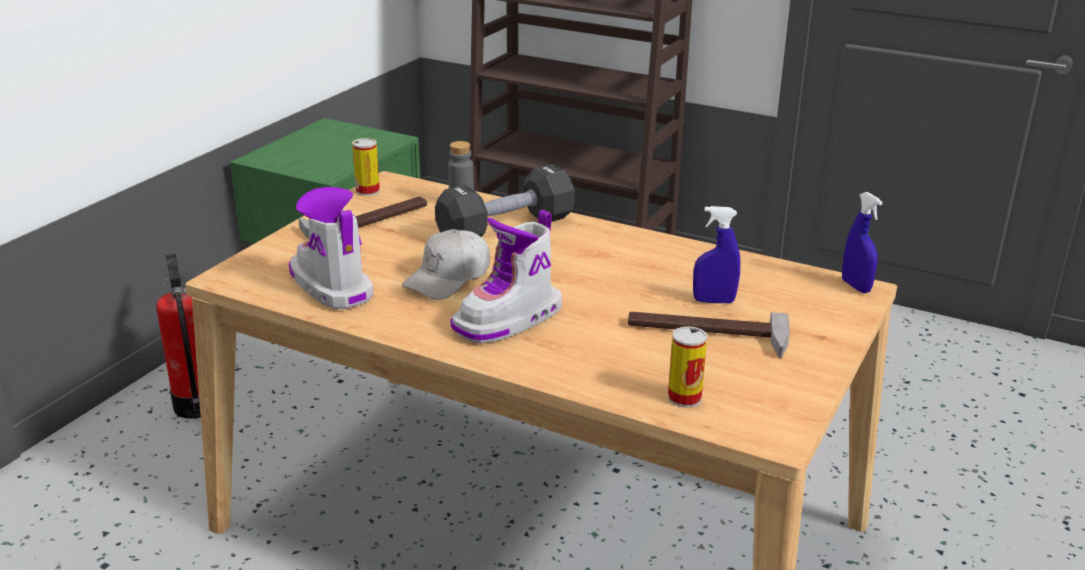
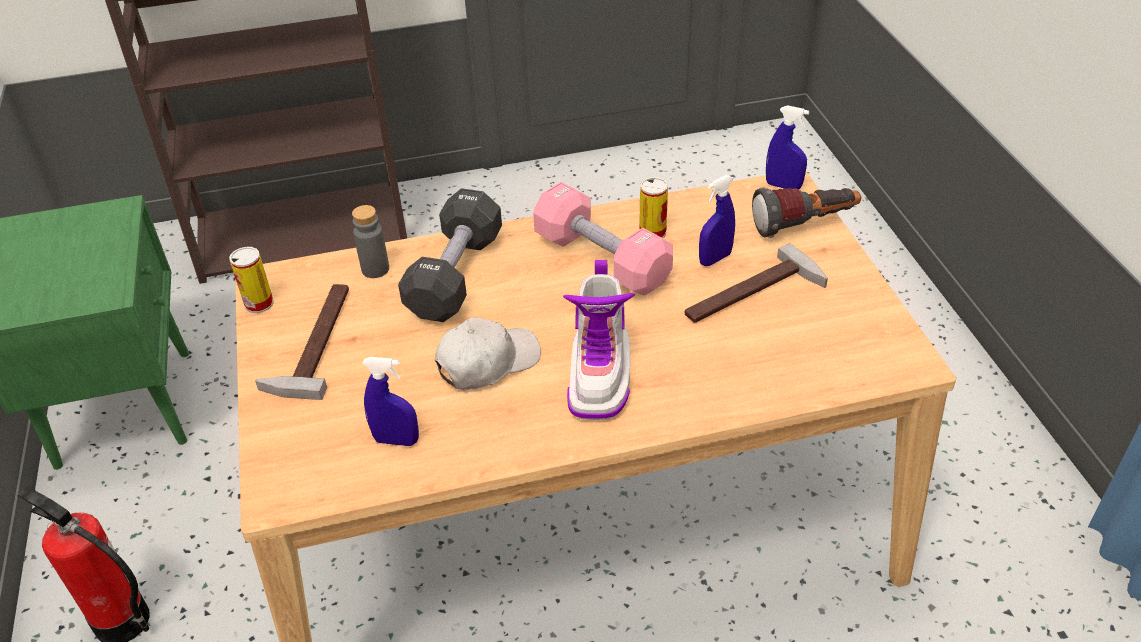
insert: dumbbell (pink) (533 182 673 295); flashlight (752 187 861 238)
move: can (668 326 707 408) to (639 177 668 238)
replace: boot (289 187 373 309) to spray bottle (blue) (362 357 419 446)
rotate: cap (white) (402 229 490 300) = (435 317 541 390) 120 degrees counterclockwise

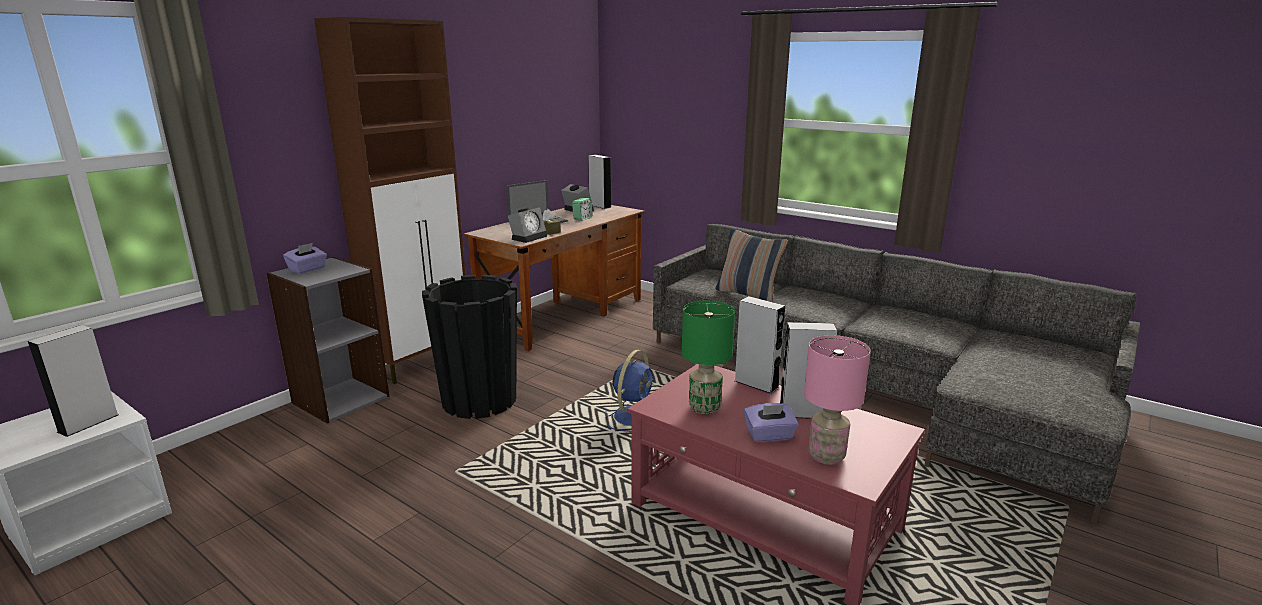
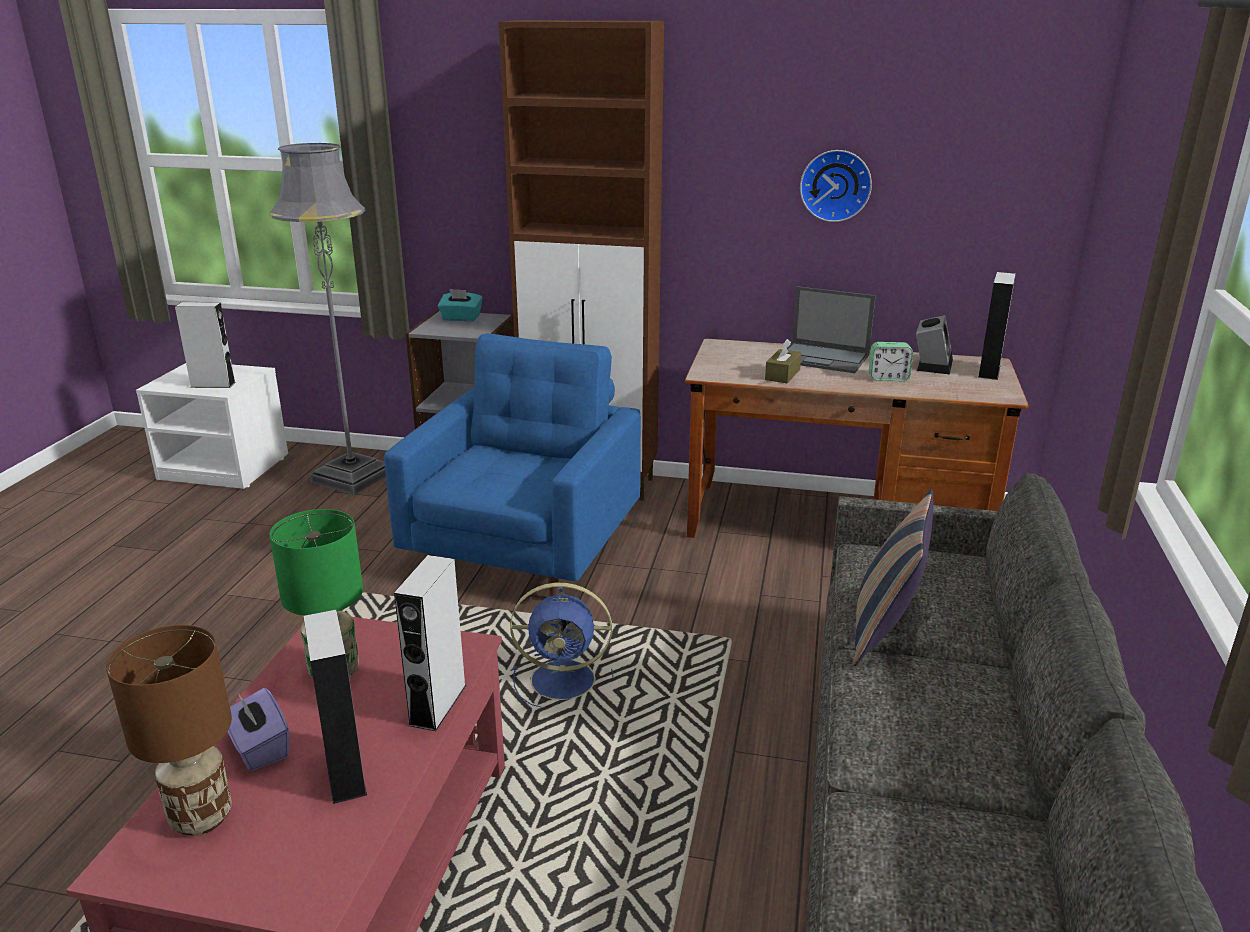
delete: alarm clock (508 207 547 243)
insert: floor lamp (grey) (269 143 386 495); wall clock (800 150 872 222)
replace: planter (black) (422 275 517 419) to armchair (blue) (384 333 641 596)
recolor: tissue box (purple) (283 243 327 274) to tissue box (turquoise) (438 289 483 322); table lamp (pink) (804 335 871 465) to table lamp (brown) (106 625 232 836)

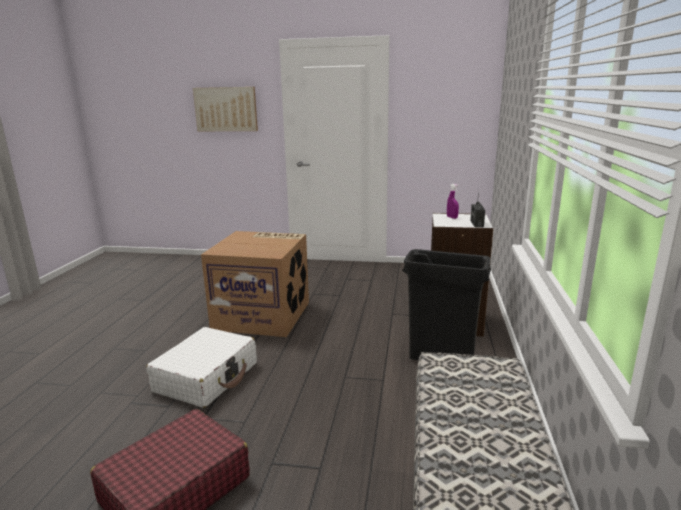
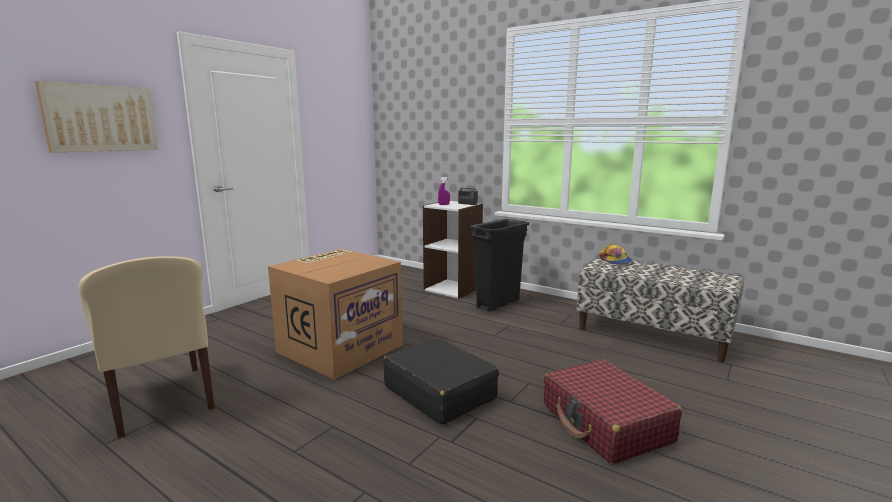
insert: cap (599 244 633 264); chair (beige) (79 256 215 438)
recolor: suitcase (white) (146 327 257 408) to suitcase (black) (383 338 499 425)

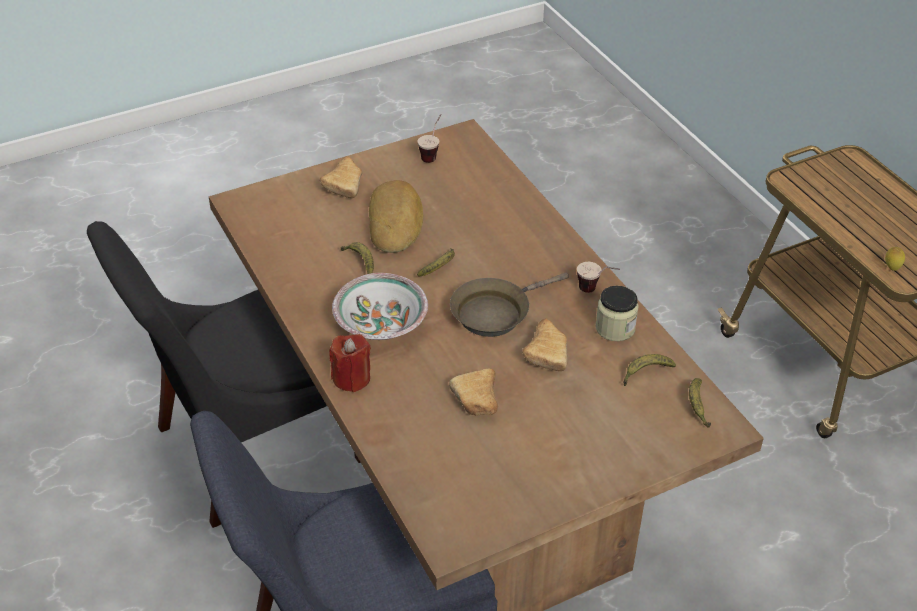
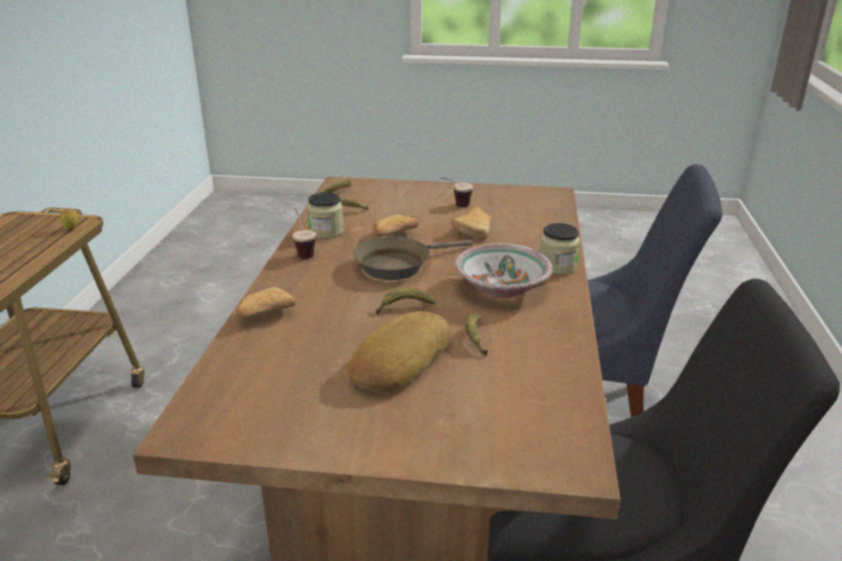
move: cup (417 114 442 163) to (440 177 473 207); bread (320 156 362 198) to (236 287 296 318)
replace: candle (red) (329 334 371 392) to jar (540 223 580 275)
rotate: frying pan (brown) (450 272 569 337) = (353 237 473 280) 150 degrees clockwise

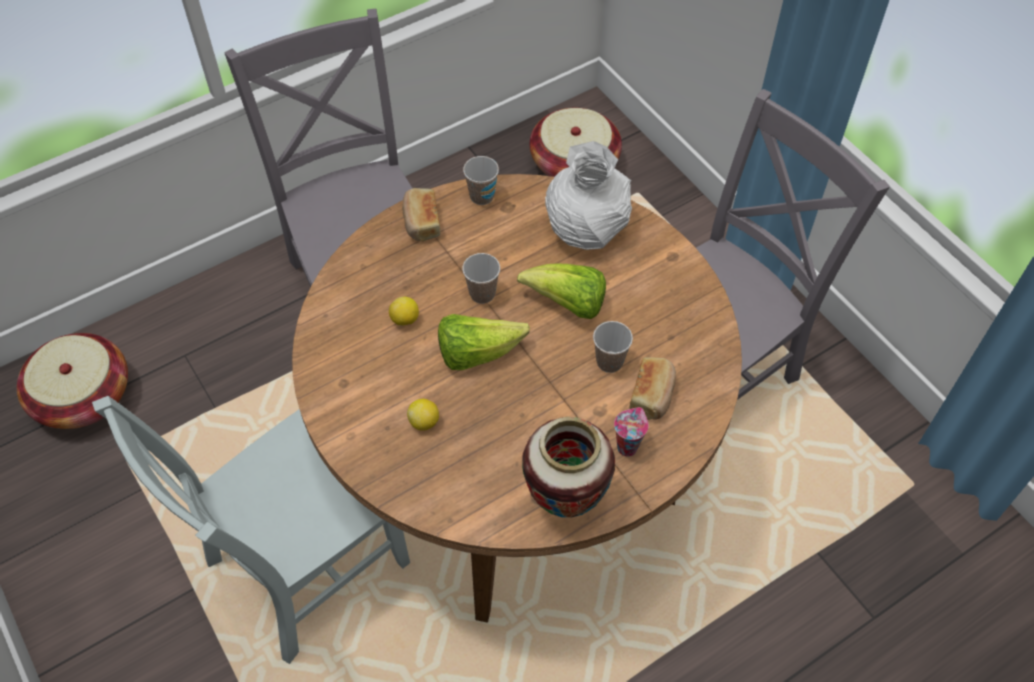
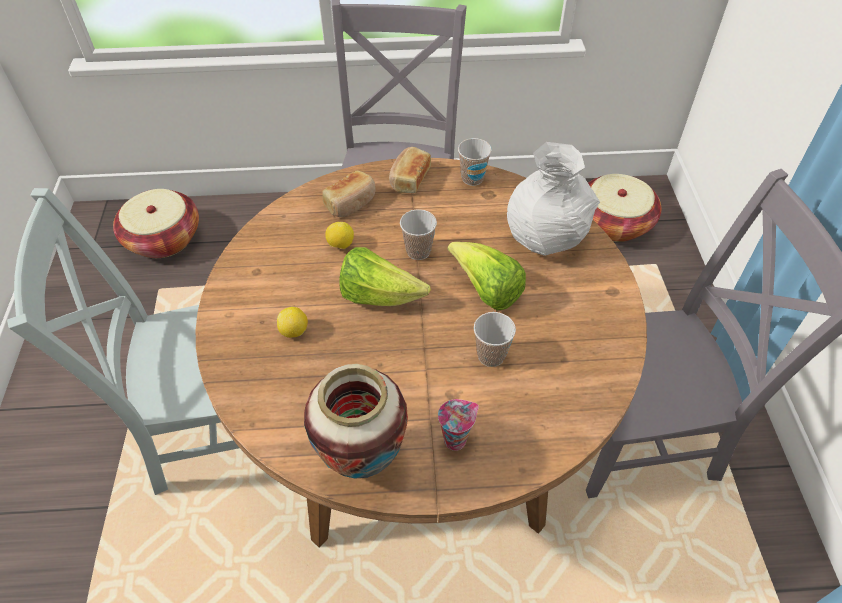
move: bread (630 357 676 420) to (322 171 375 217)

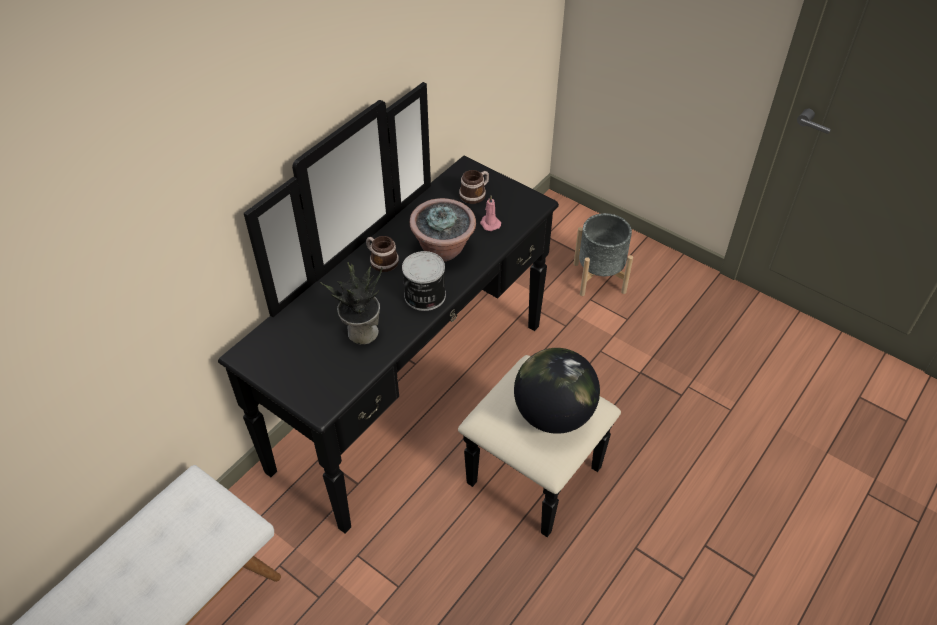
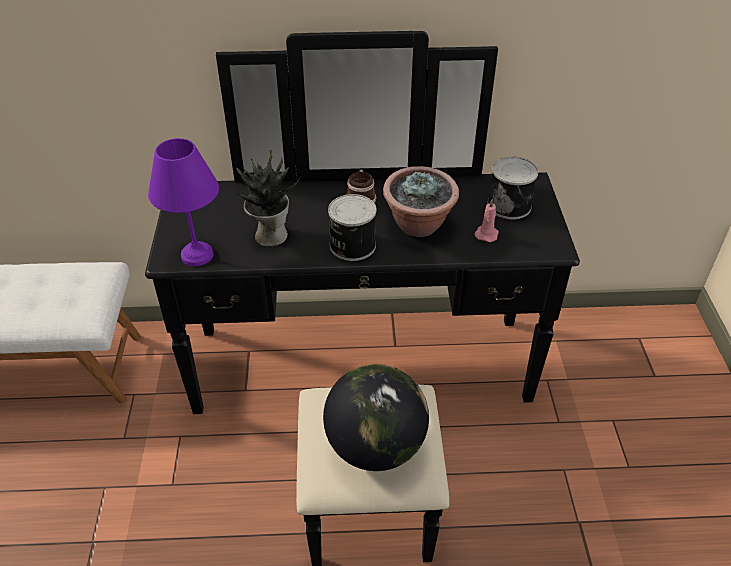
delete: planter (grey) (574 213 633 296)
insert: table lamp (purple) (148 138 219 266)
replace: mug (459 170 489 204) to can (487 157 538 219)

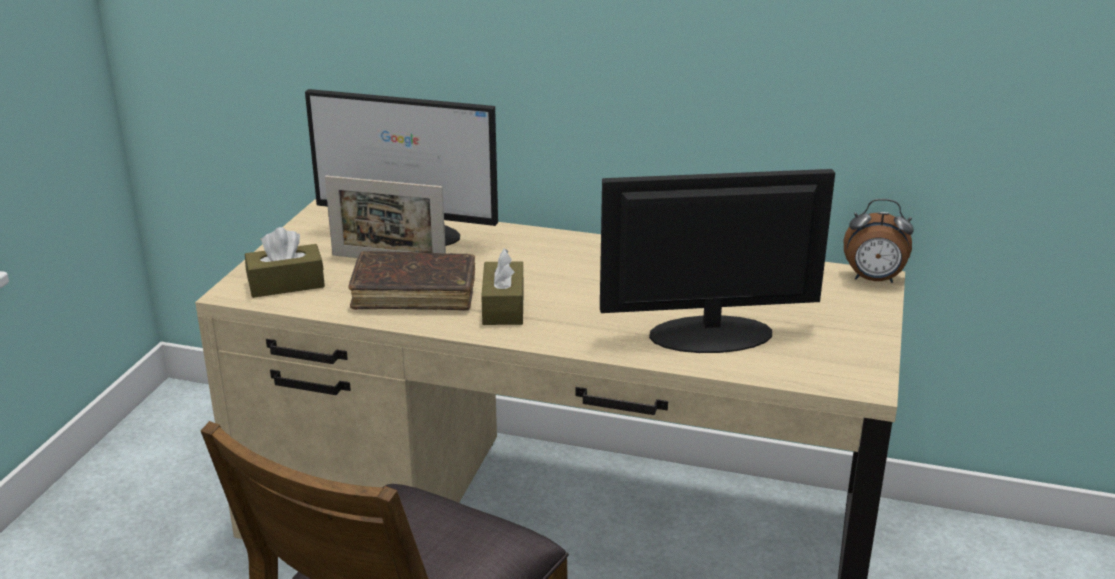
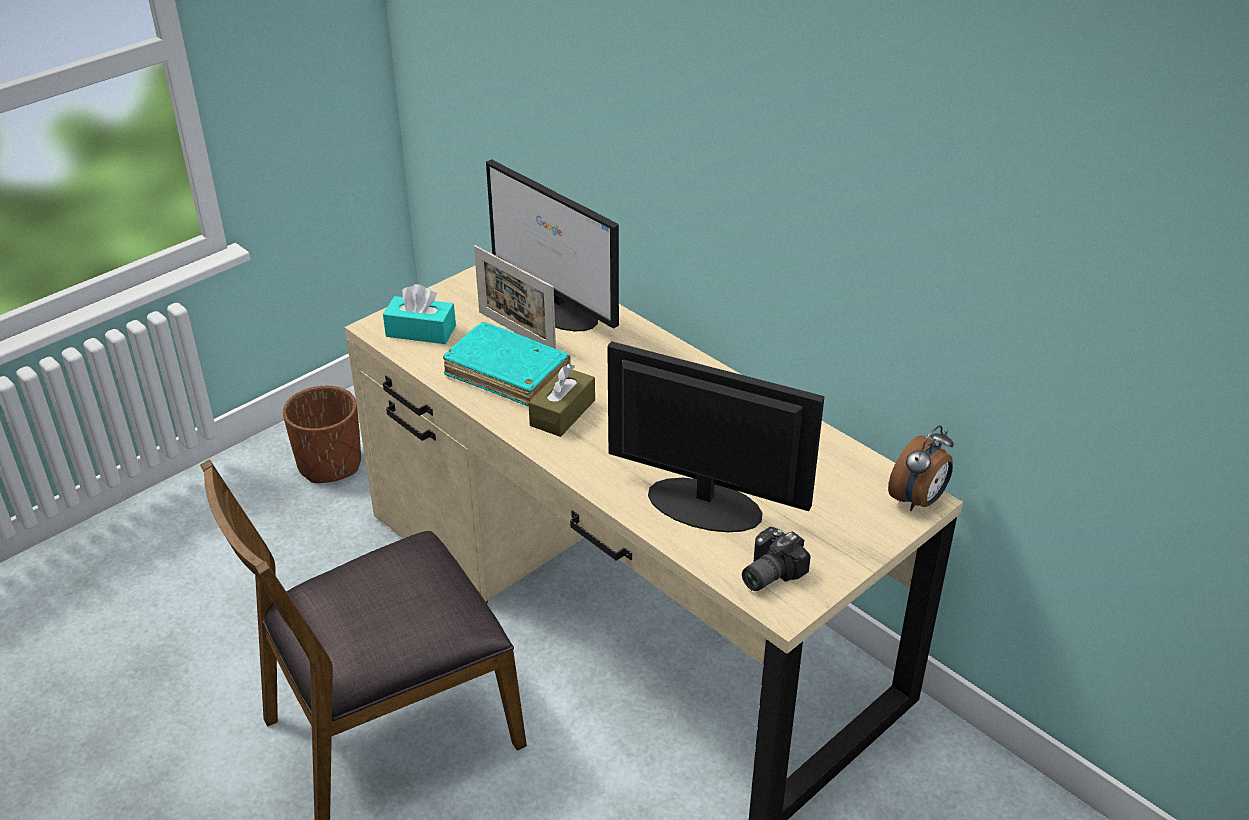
insert: planter (brown) (283 386 361 483); photo camera (742 527 811 591)
recolor: tissue box (brown) (245 227 325 298) to tissue box (turquoise) (383 284 456 344); book (brown) (348 251 475 310) to book (turquoise) (443 322 570 406)
rotate: alarm clock (844 199 914 283) = (888 426 954 511) 90 degrees counterclockwise

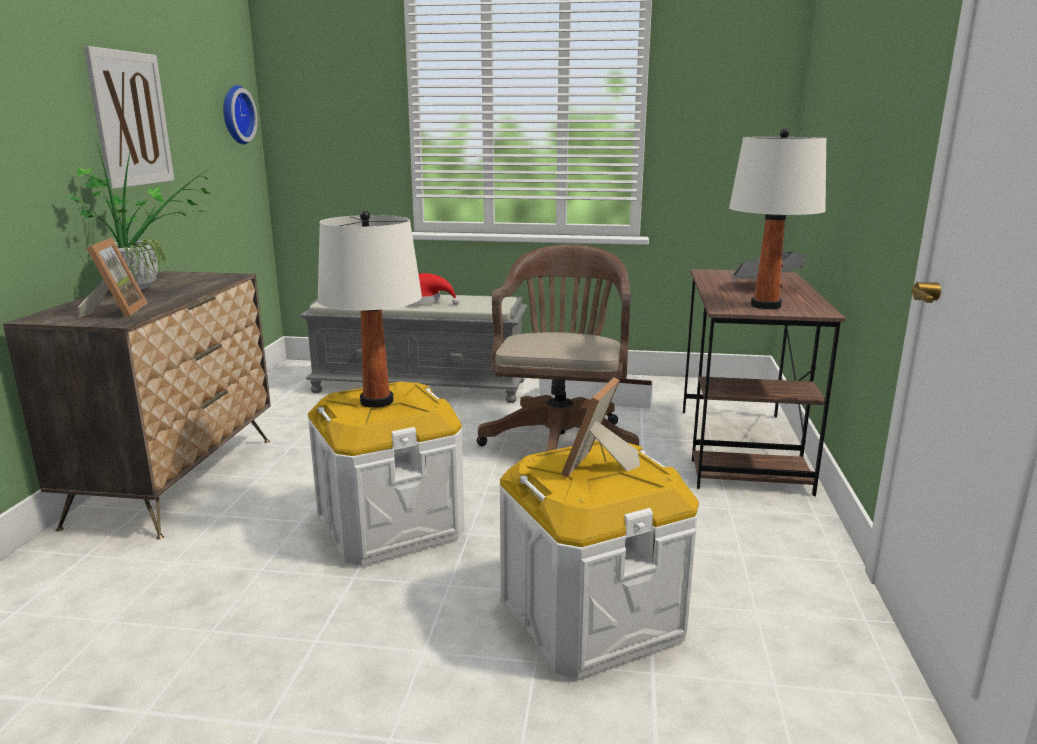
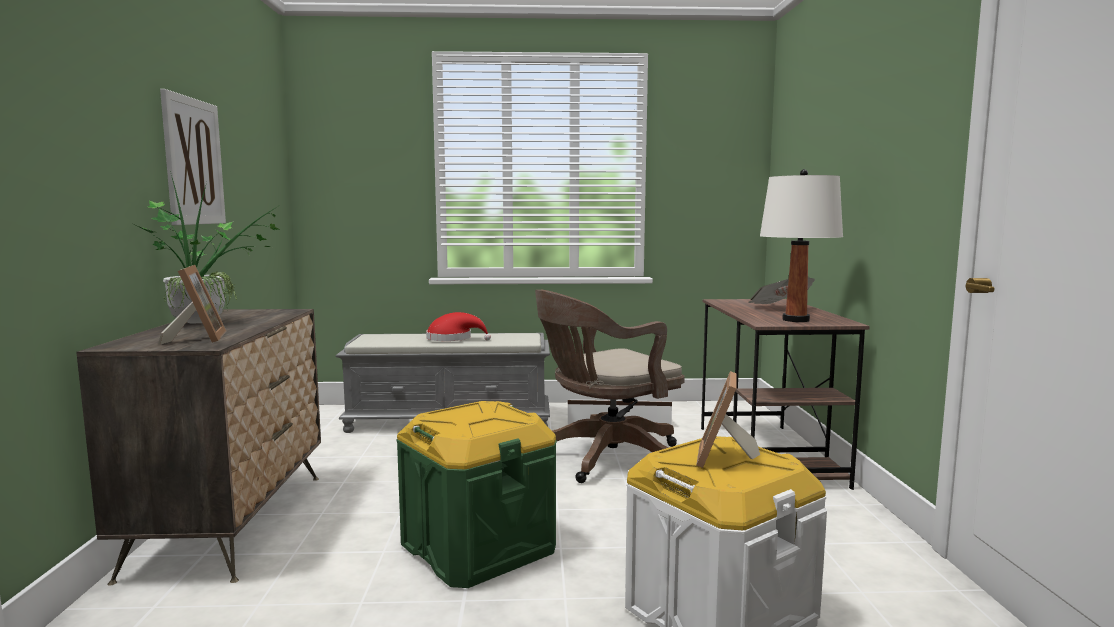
delete: wall clock (223 85 258 144); table lamp (white) (317 211 422 408)
recolor: storage box (white) (308 381 464 566) to storage box (green) (396 401 557 588)
rotate: office chair (brown) (477 244 639 451) = (535 290 685 483) 120 degrees counterclockwise

